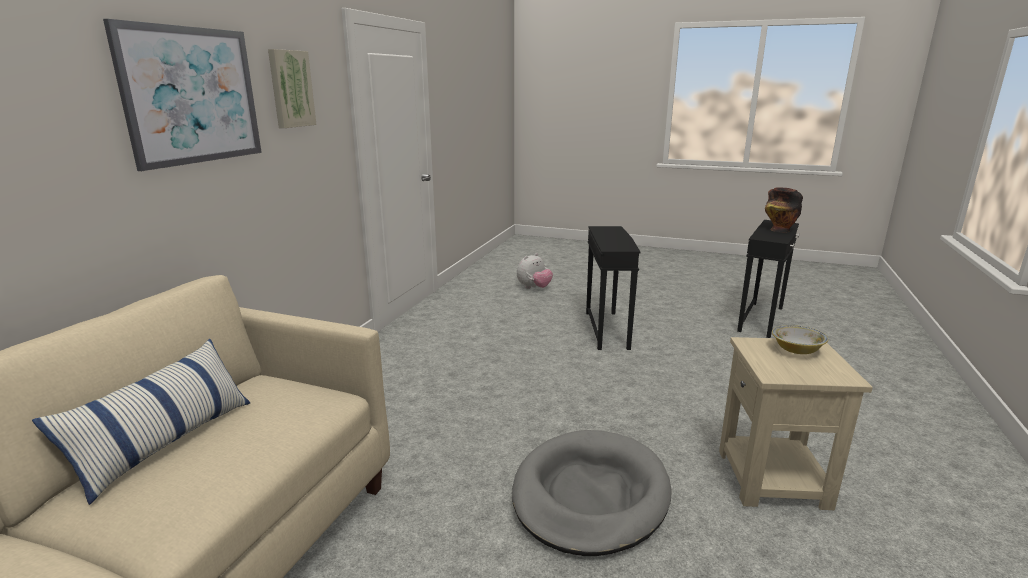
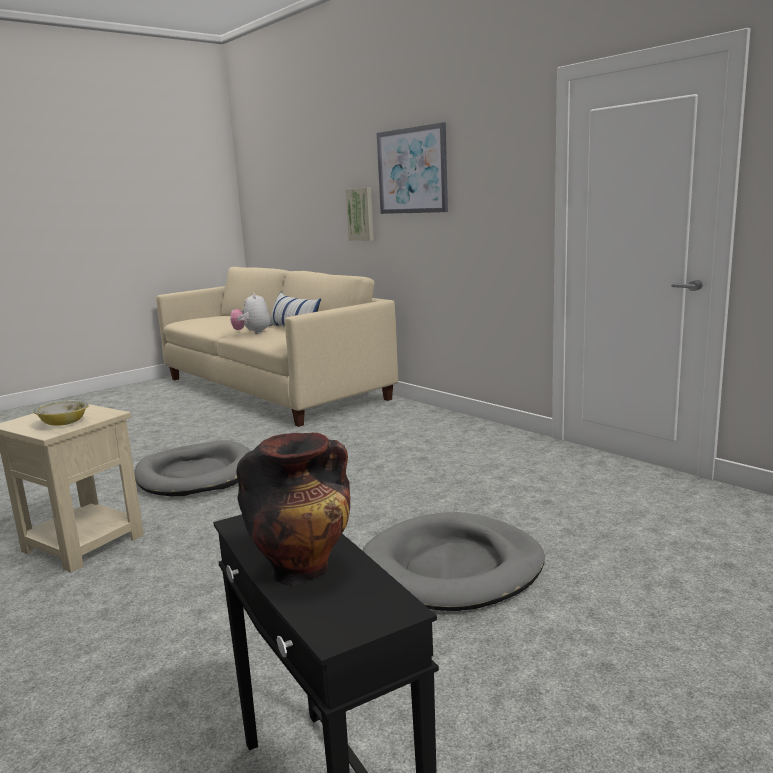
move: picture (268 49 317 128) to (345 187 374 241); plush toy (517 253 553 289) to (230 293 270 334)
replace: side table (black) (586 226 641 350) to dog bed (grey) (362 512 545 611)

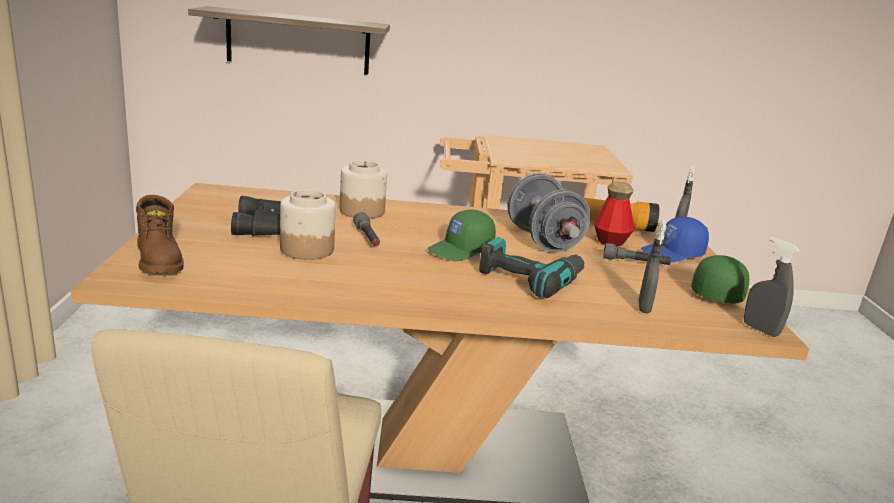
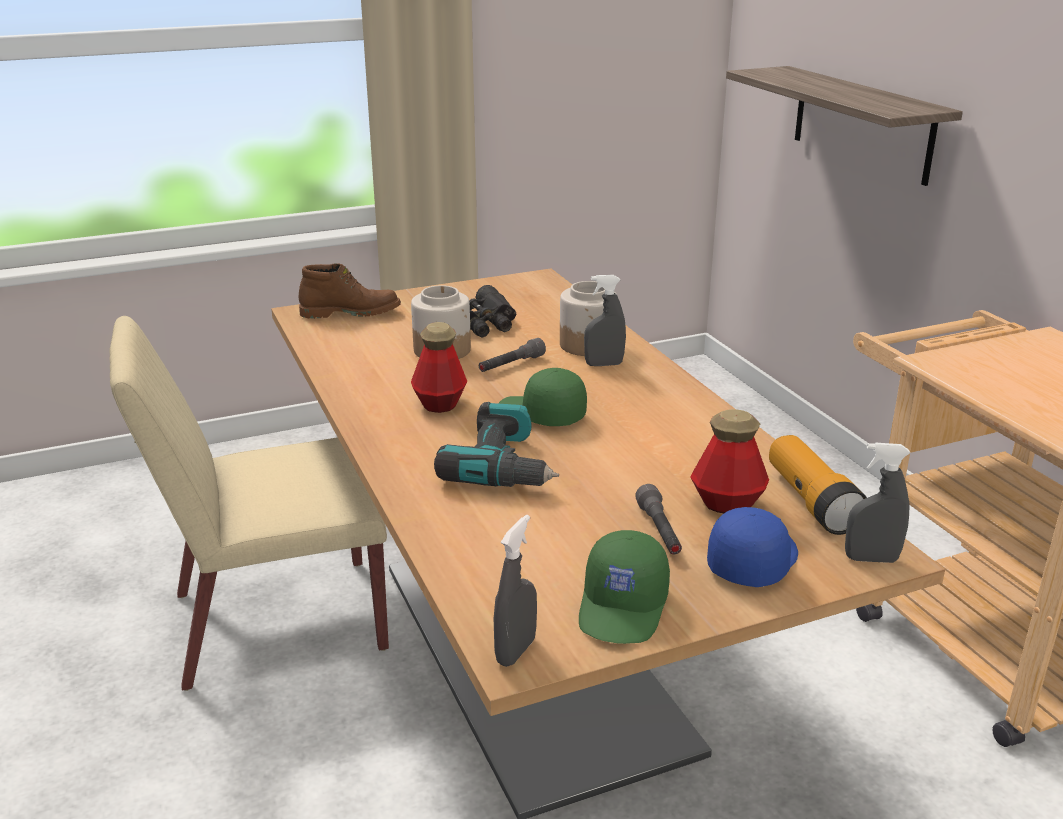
delete: dumbbell (grey) (507 173 591 252)
insert: bottle (411 322 467 413)
move: spray bottle (grey) (639 220 666 313) to (584 275 626 366)
rotate: boot (brown) (136 195 184 273) = (299 263 401 318) 135 degrees counterclockwise; cap (blue) (641 217 709 262) = (707 507 798 587) 75 degrees clockwise; cap (green) (691 255 749 304) = (579 530 670 644) 105 degrees clockwise

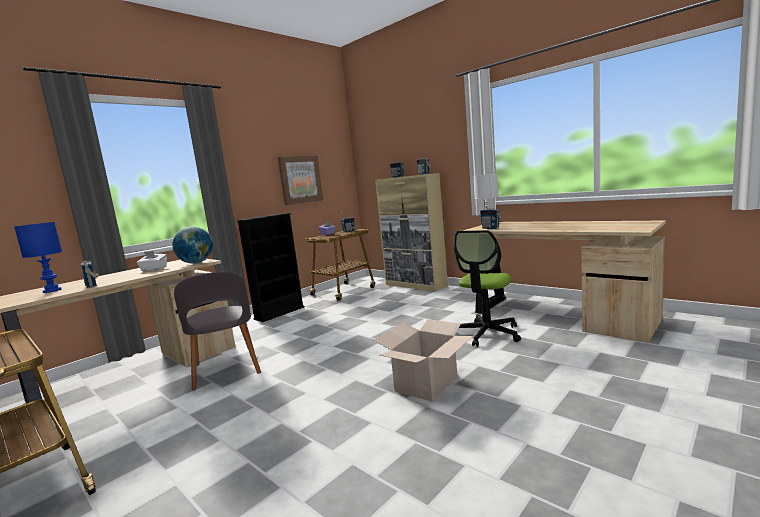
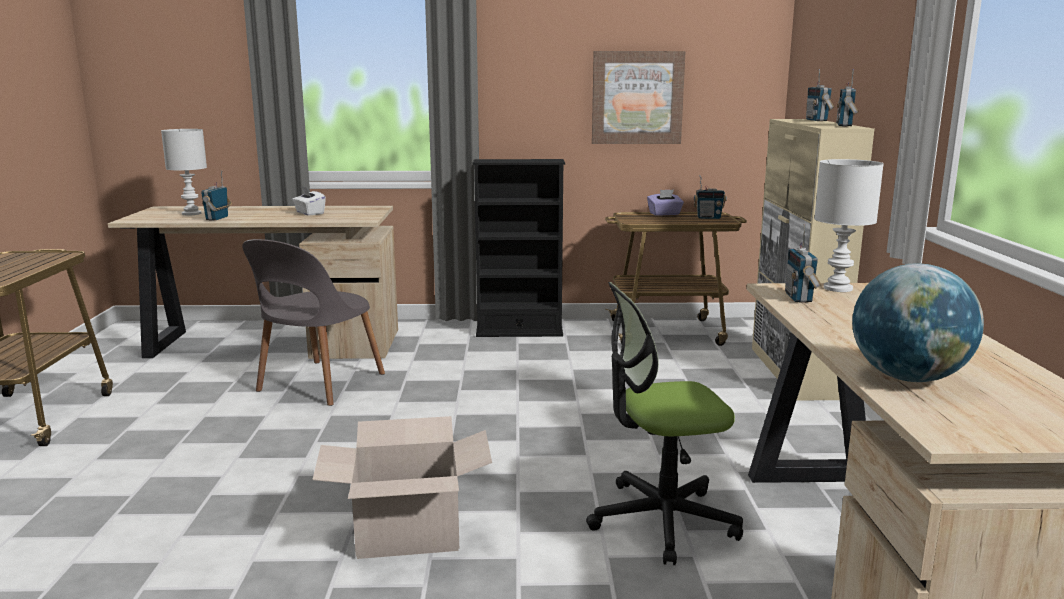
move: globe (172 226 213 264) to (852 263 984 382)
recolor: table lamp (blue) (14 222 62 293) to table lamp (white) (161 129 207 215)

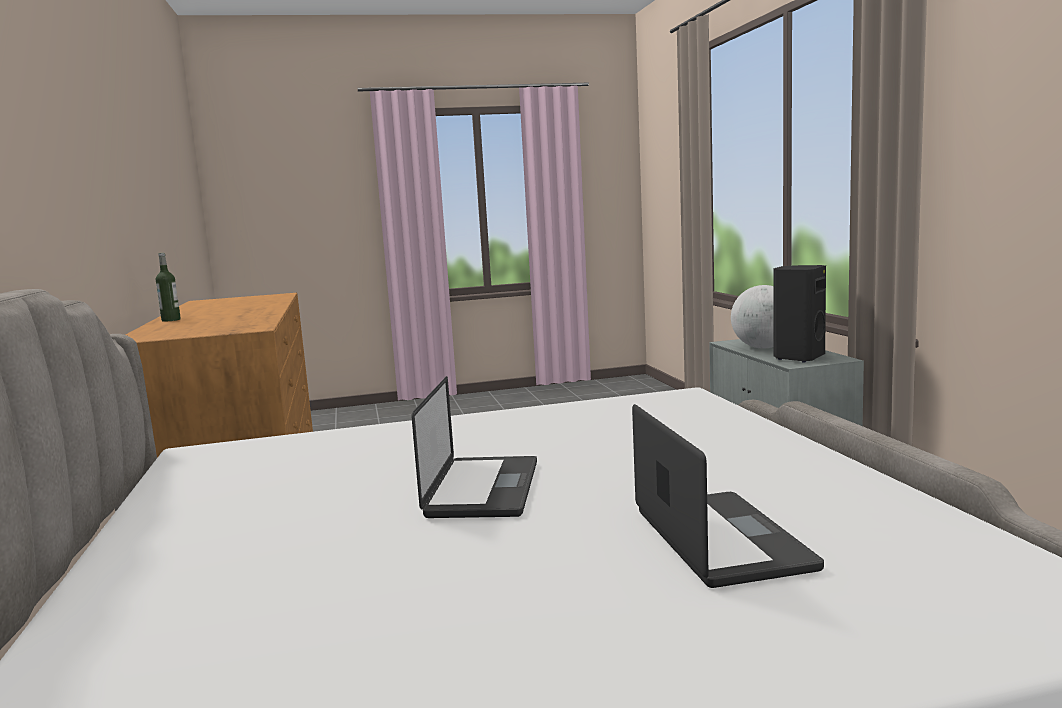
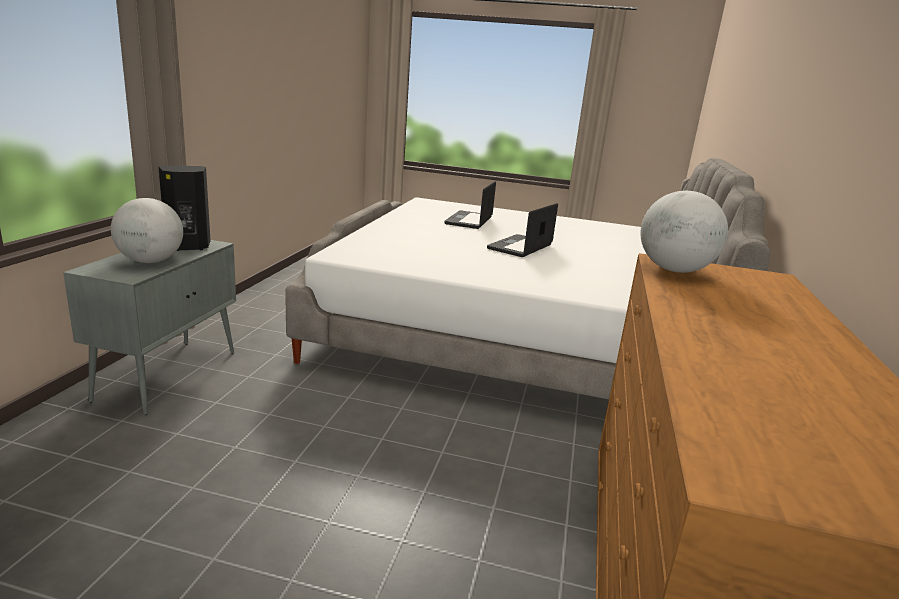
delete: bottle (156 253 181 322)
insert: globe (641 191 728 273)

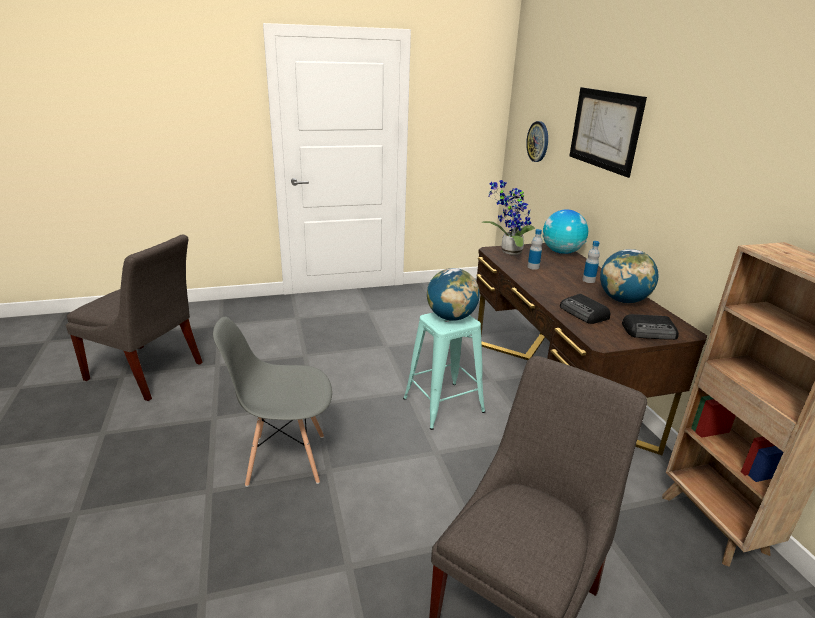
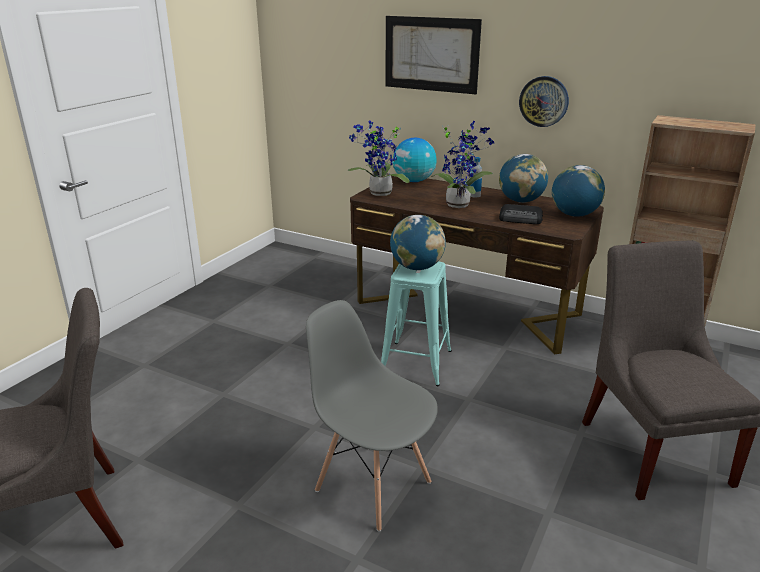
delete: bottle (527 229 543 270)
insert: potted plant (431 121 494 208)
move: wall clock (526 121 548 162) to (519 76 569 127)
replace: radio (622 314 679 340) to globe (552 165 605 217)
rotate: chair (grey) (213 317 332 487) = (306 300 438 531) 90 degrees clockwise

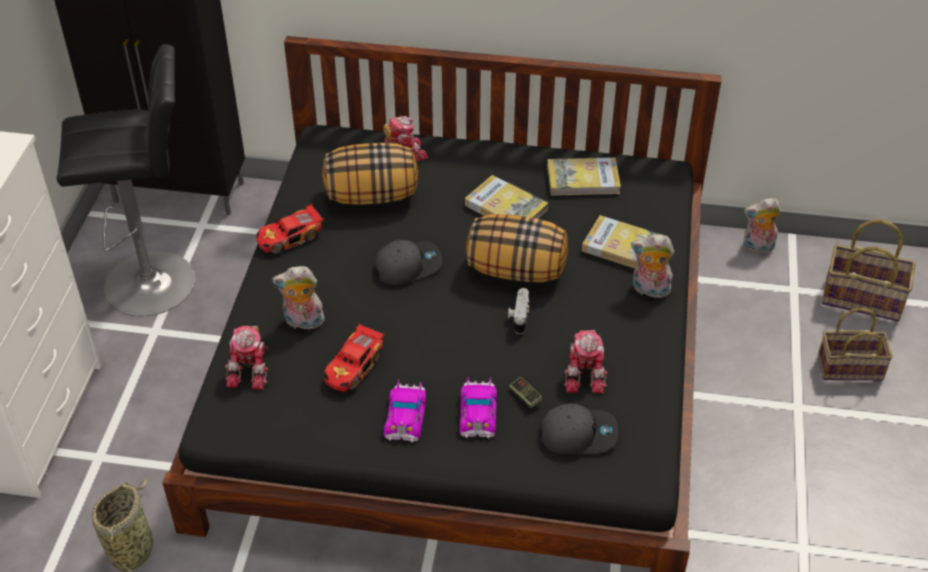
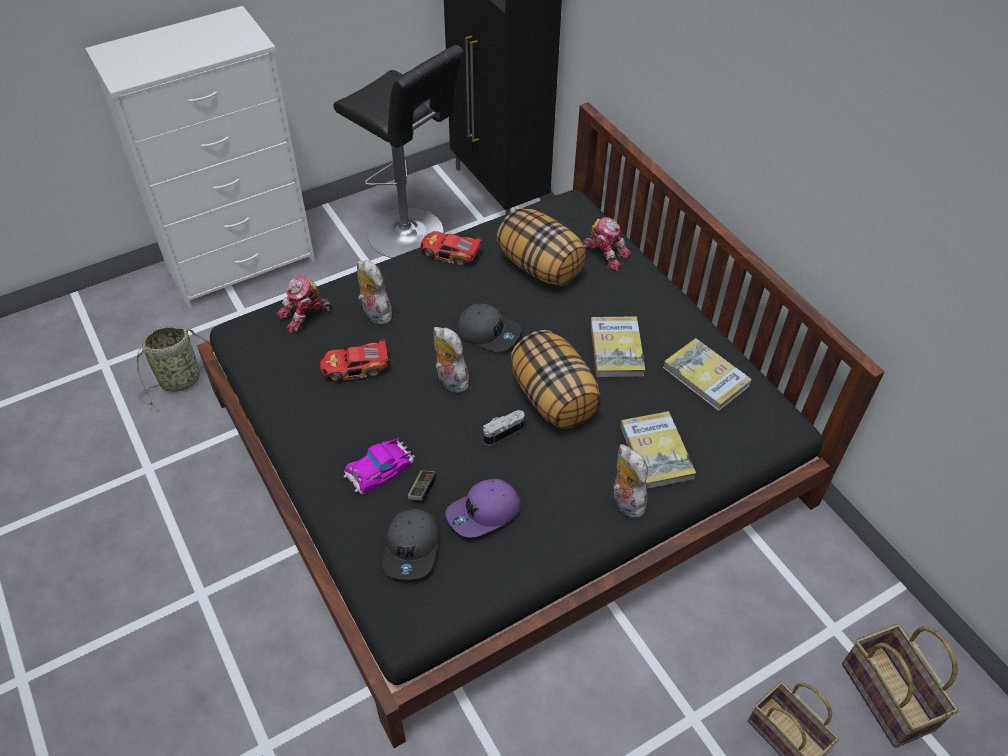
delete: toy car (384 380 426 442)
move: plush toy (743 198 781 253) to (433 327 469 393)
replace: toy robot (564 330 608 394) to cap (purple) (446 479 521 537)
rotate: cap (grey) (539 403 618 454) = (383 509 439 580) 45 degrees clockwise

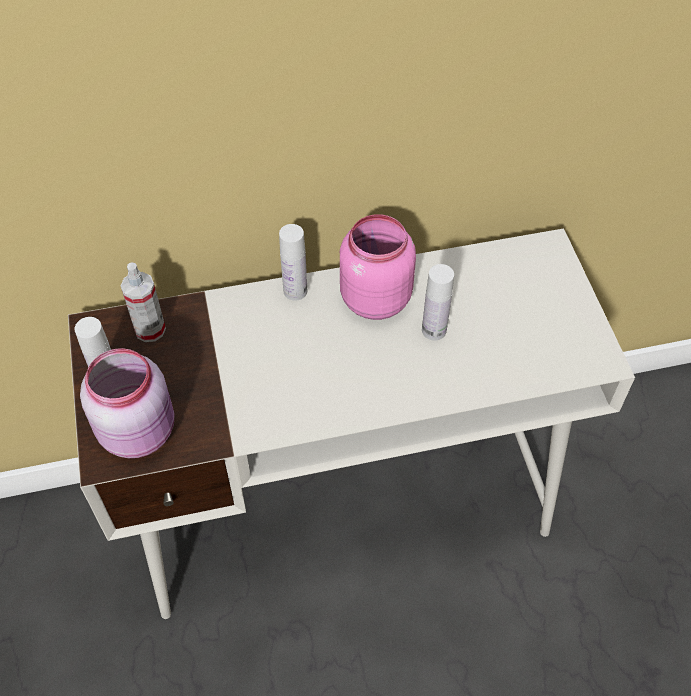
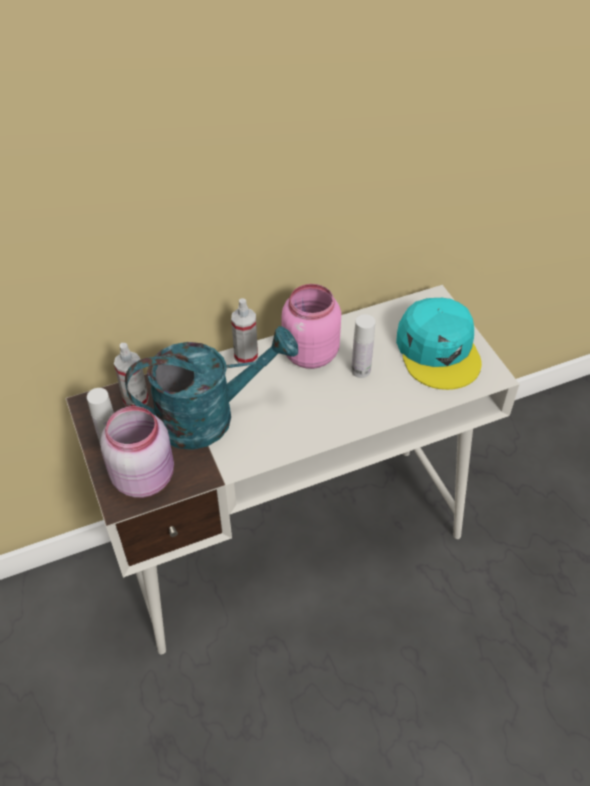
insert: cap (turquoise) (396 298 482 390); watering can (turquoise) (125 326 298 450)
replace: bottle (white) (279 224 307 301) to spray bottle (231 298 258 364)

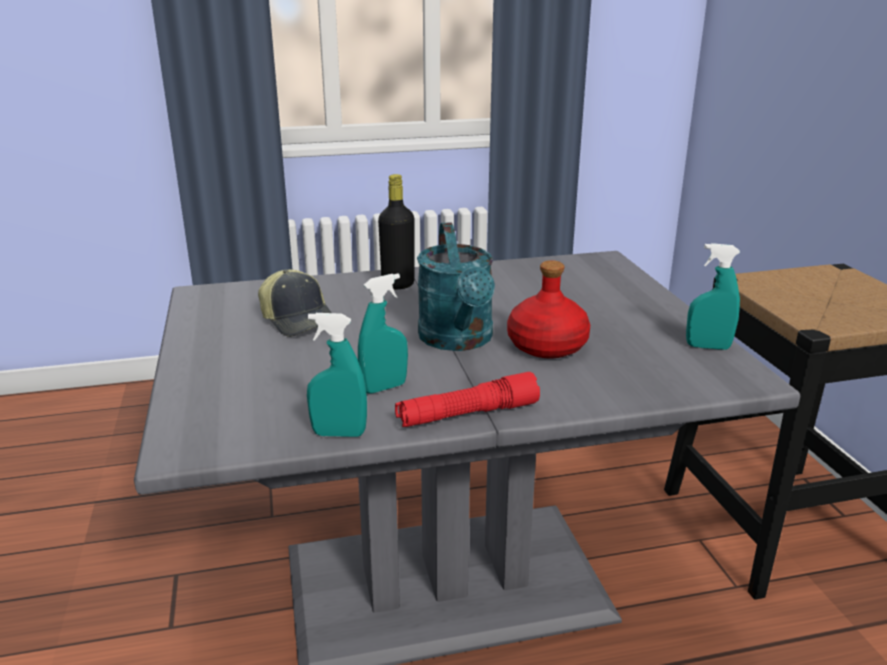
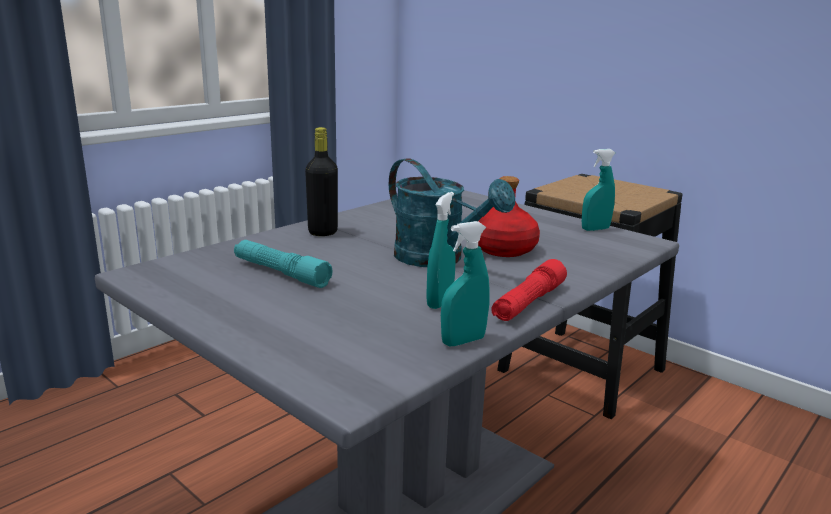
replace: cap (258 270 331 337) to flashlight (turquoise) (234 240 332 288)

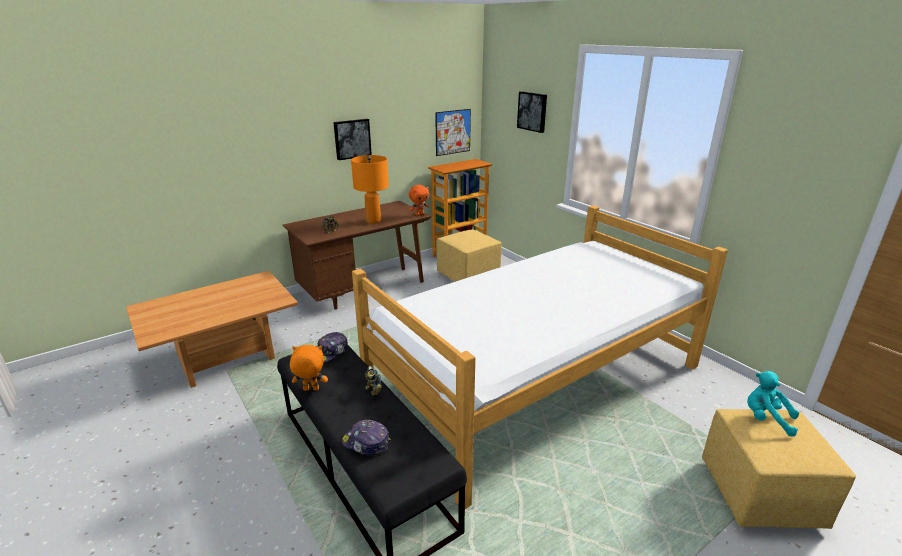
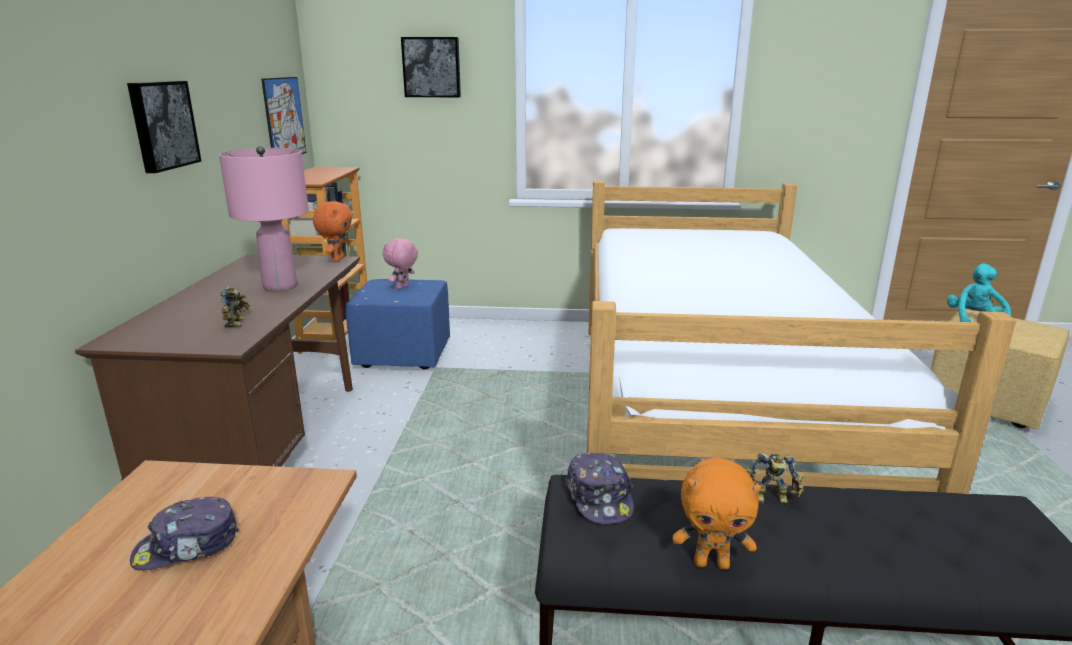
insert: plush toy (pink) (383 238 418 289)
move: cap (342 420 391 456) to (130 497 239 571)
recolor: table lamp (orange) (351 155 389 224) to table lamp (pink) (219 146 309 292); ottoman (yellow) (437 229 502 282) to ottoman (blue) (345 279 450 370)
rotate: plush toy (orange) (290 345 328 391) = (673 458 761 570) 120 degrees counterclockwise; plush toy (turquoise) (747 371 799 437) = (947 263 1011 322) 120 degrees clockwise

